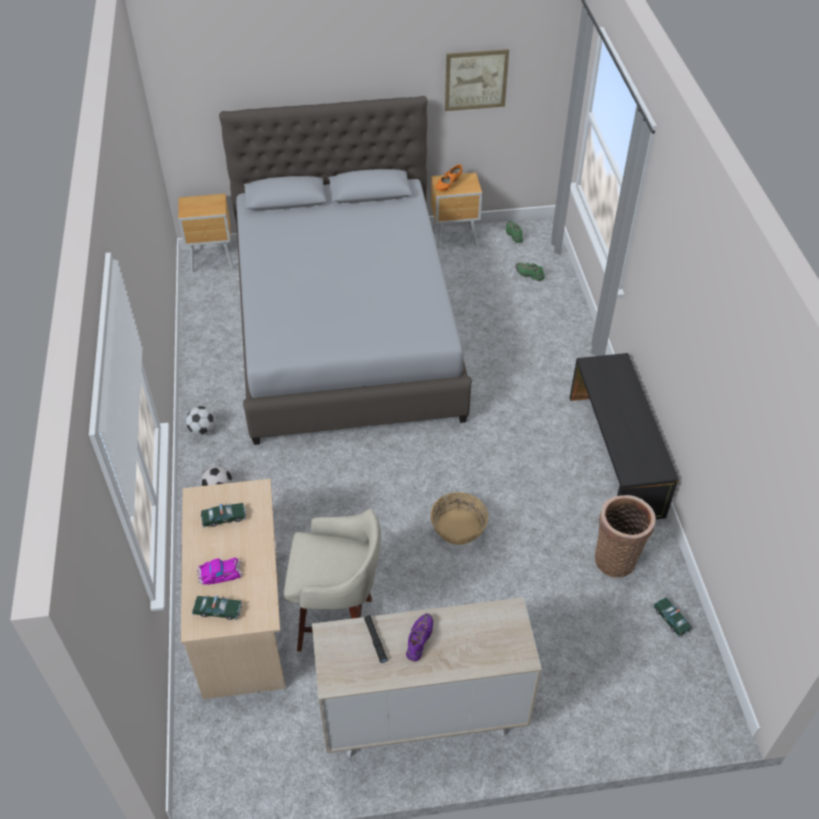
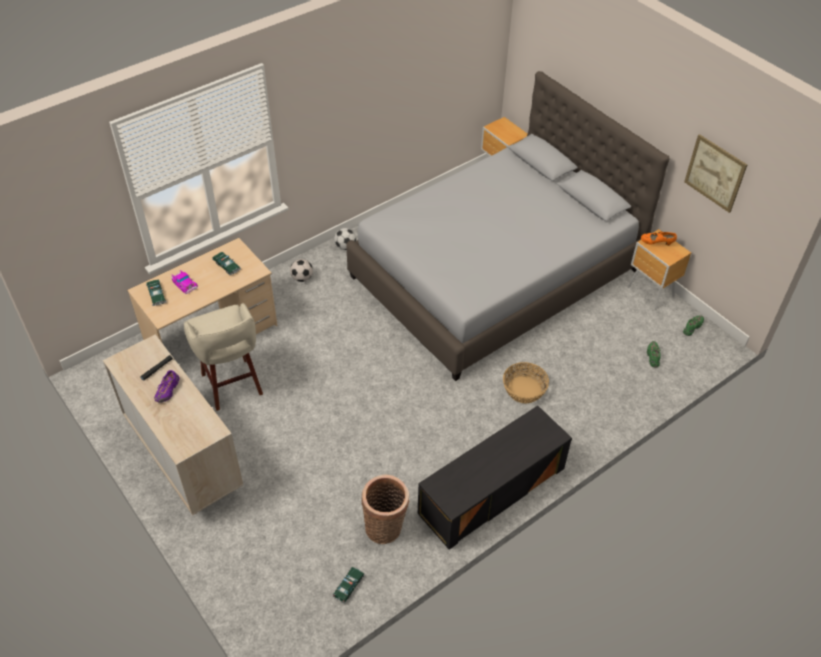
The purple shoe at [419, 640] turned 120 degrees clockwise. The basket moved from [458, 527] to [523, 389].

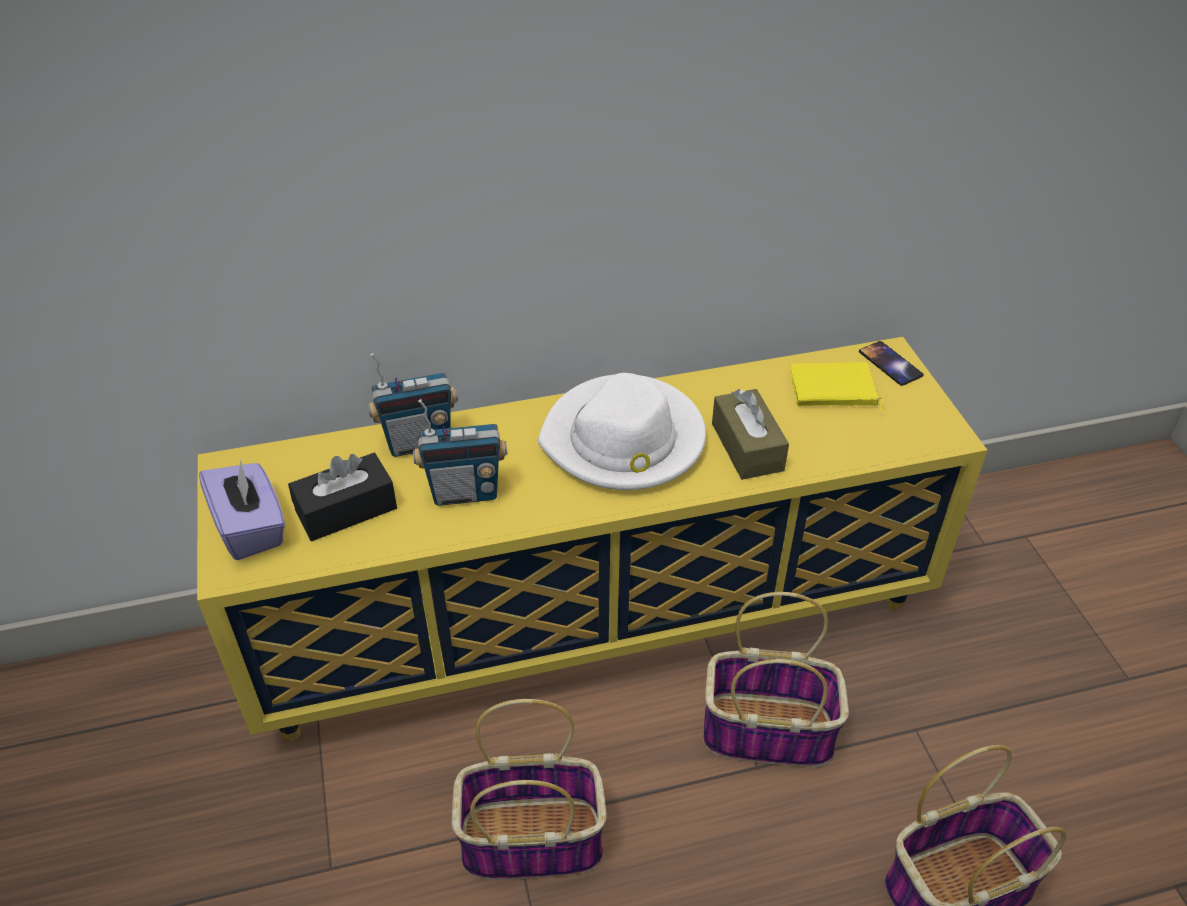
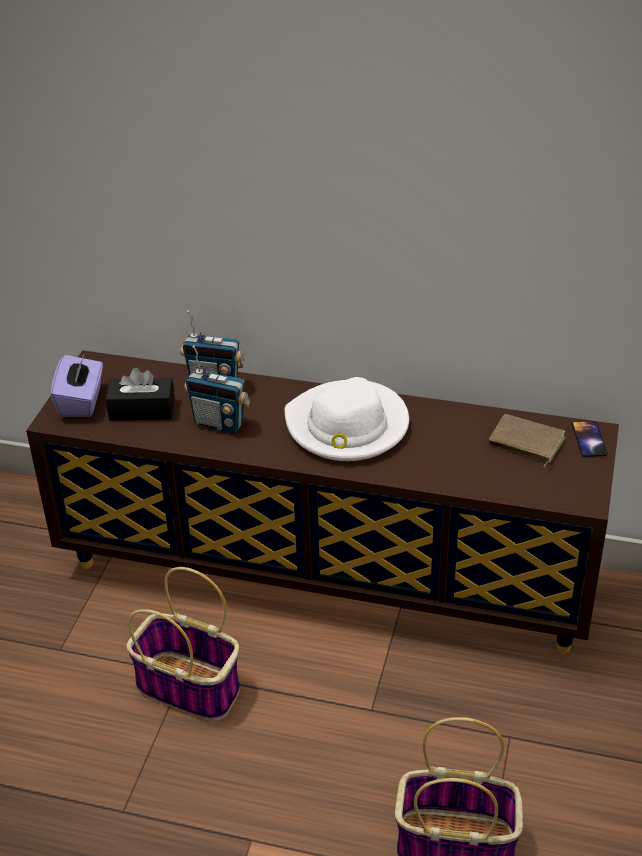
The yellow tv stand at [596, 621] became the brown tv stand at [328, 574]. The basket at [769, 731] disappeared. The brown tissue box at [747, 447] disappeared. The yellow book at [832, 391] became the brown book at [525, 443].

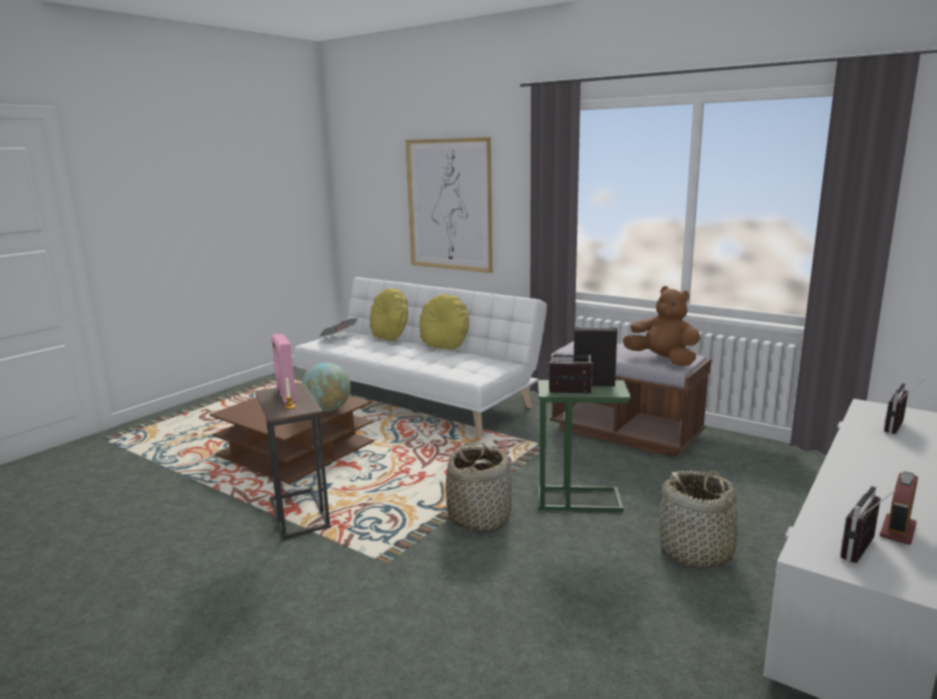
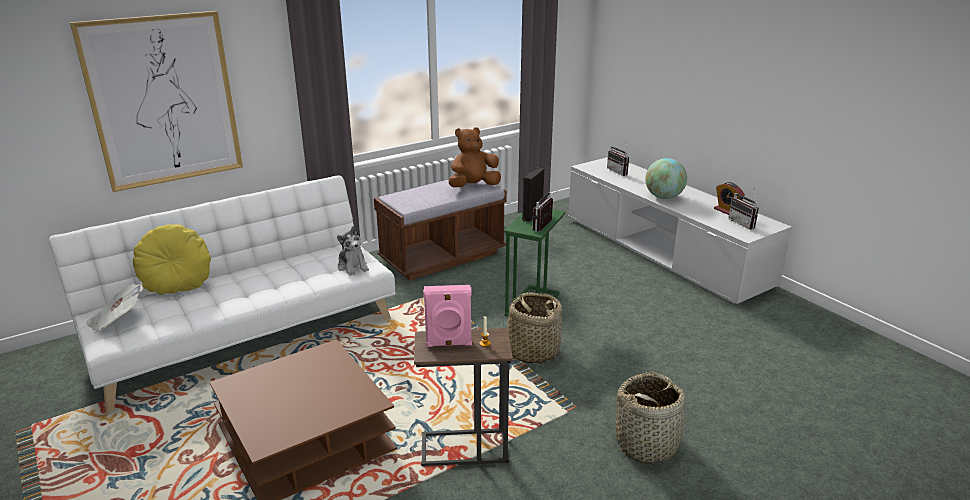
The globe moved from [328, 409] to [663, 197]. The yellow pillow at [444, 347] disappeared. The basket moved from [696, 552] to [647, 444]. The plush toy at [353, 267] appeared.

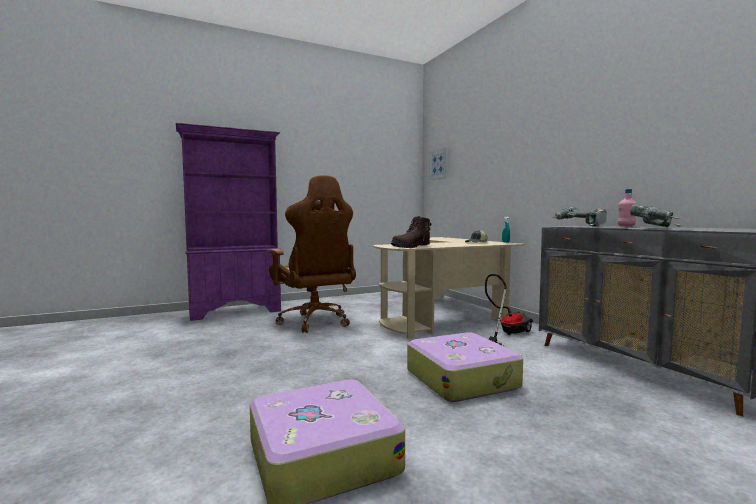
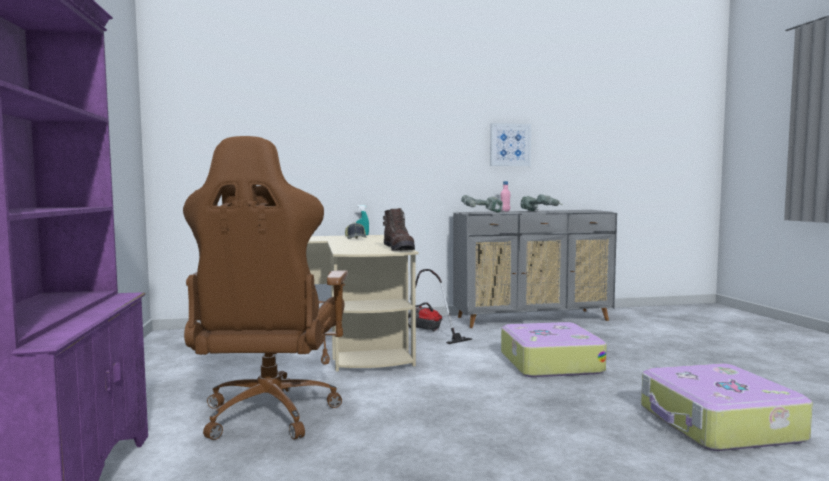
The brown office chair at [312, 321] turned 105 degrees clockwise. The picture moved from [439, 164] to [510, 145].

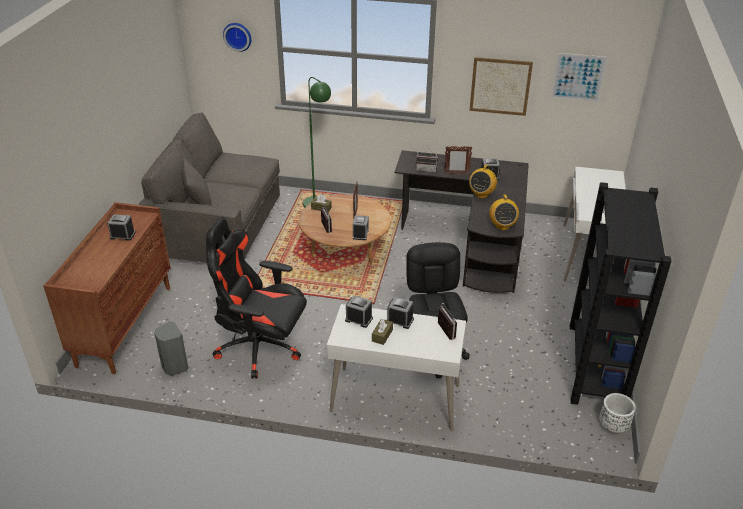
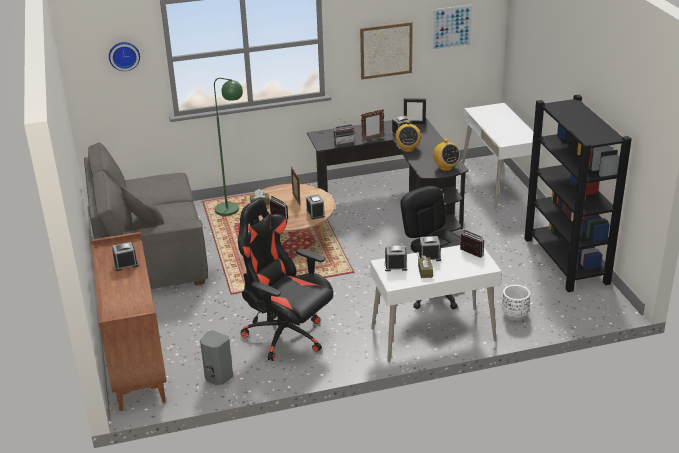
The black office chair at [264, 351] turned 45 degrees clockwise. The white planter moved from [613, 426] to [514, 315]. The picture frame at [414, 123] appeared.

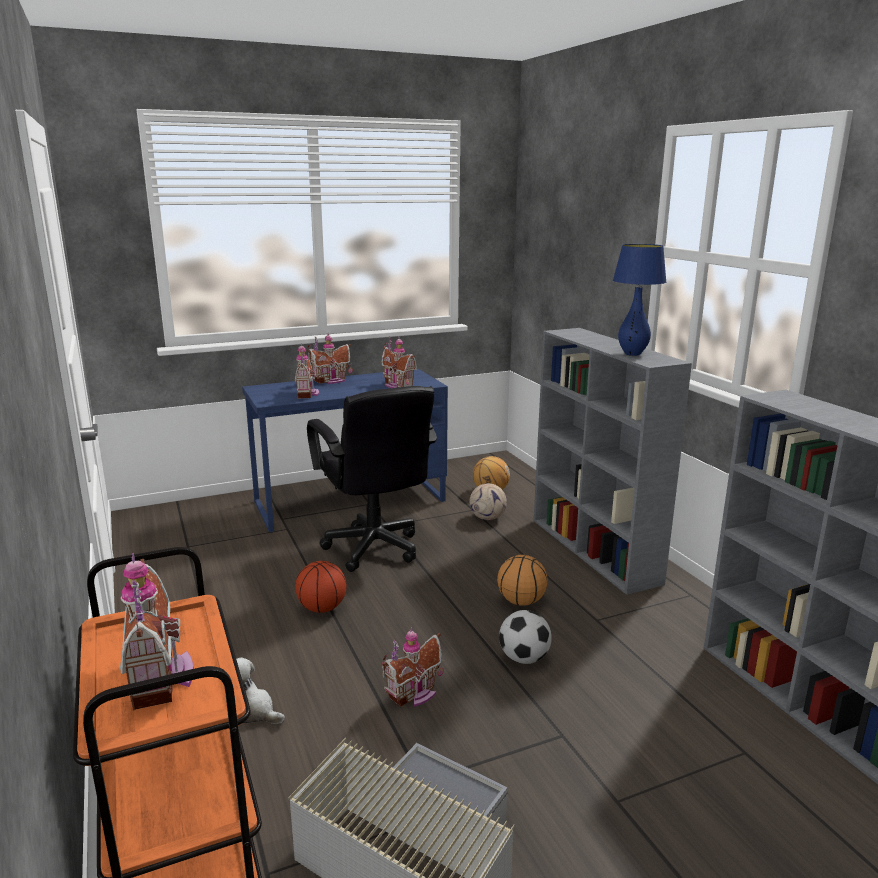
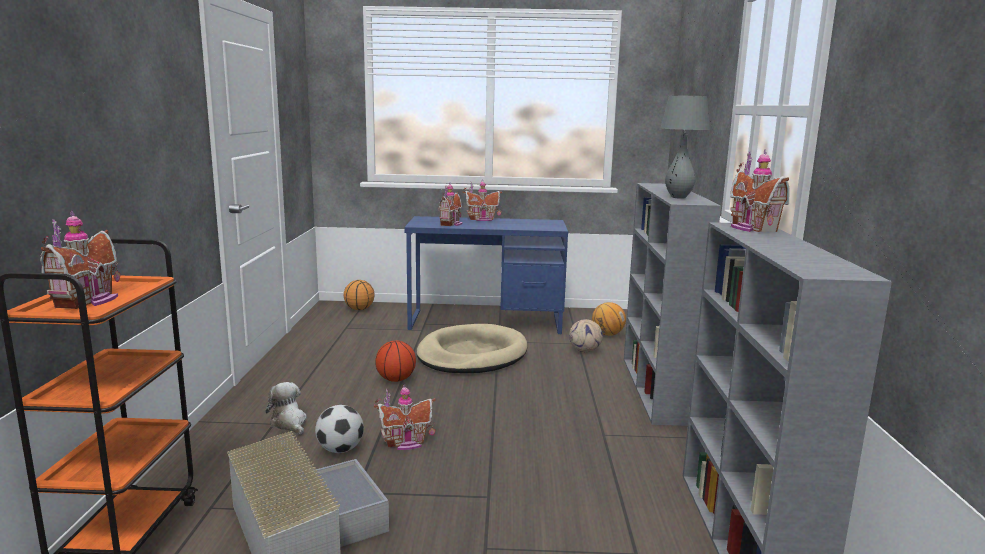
The black office chair at [376, 551] was replaced by the beige dog bed at [472, 354]. The toy house moved from [396, 385] to [750, 228]. The basketball moved from [521, 601] to [359, 309]. The football moved from [524, 658] to [340, 450]. The blue table lamp at [632, 354] became the grey table lamp at [678, 197].

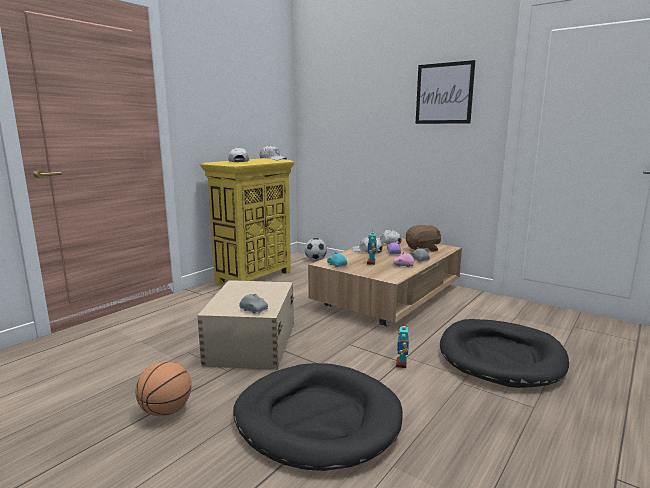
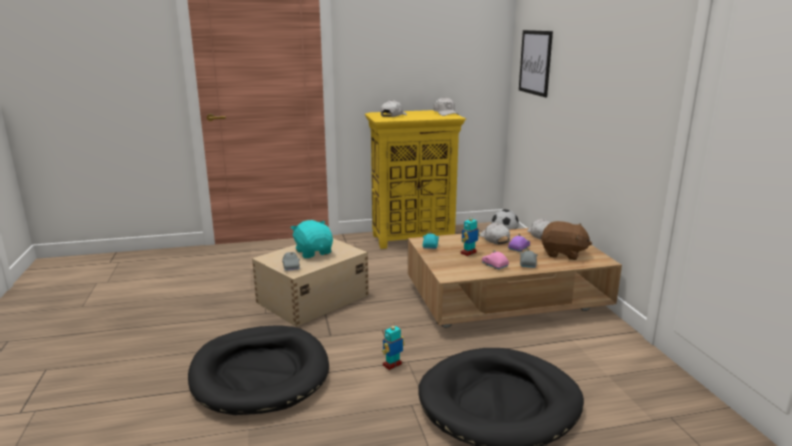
The basketball at [166, 411] disappeared. The picture moved from [444, 93] to [535, 62]. The turquoise plush toy at [314, 252] appeared.

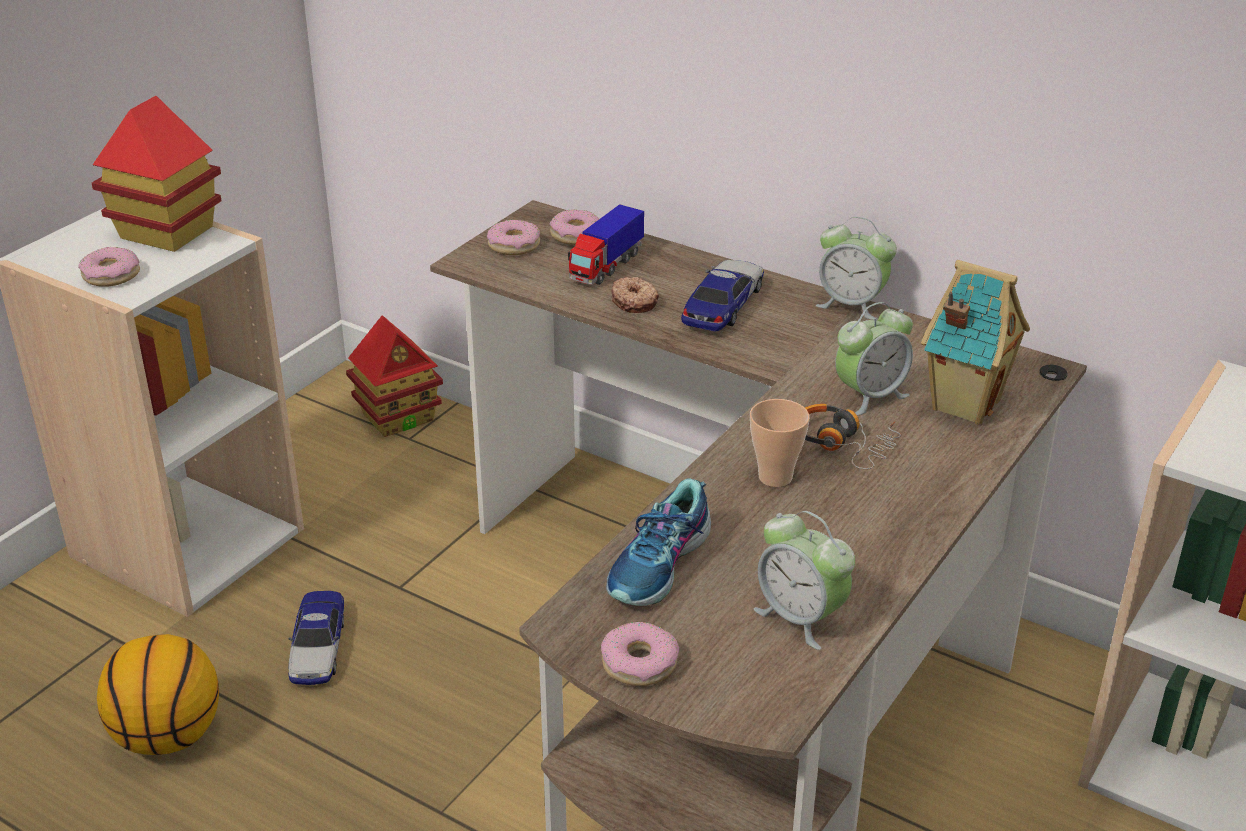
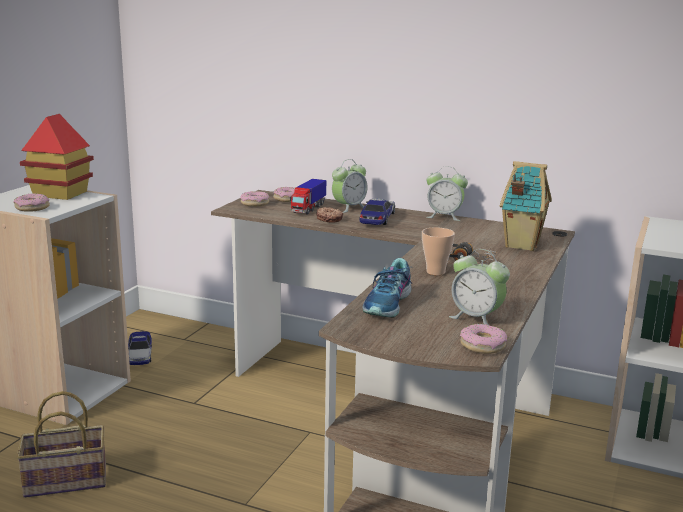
The basketball at [167, 736] was replaced by the basket at [63, 482]. The toy car moved from [318, 646] to [140, 354]. The toy house at [398, 417] disappeared. The donut moved from [639, 663] to [482, 345]. The alarm clock moved from [870, 396] to [349, 208].

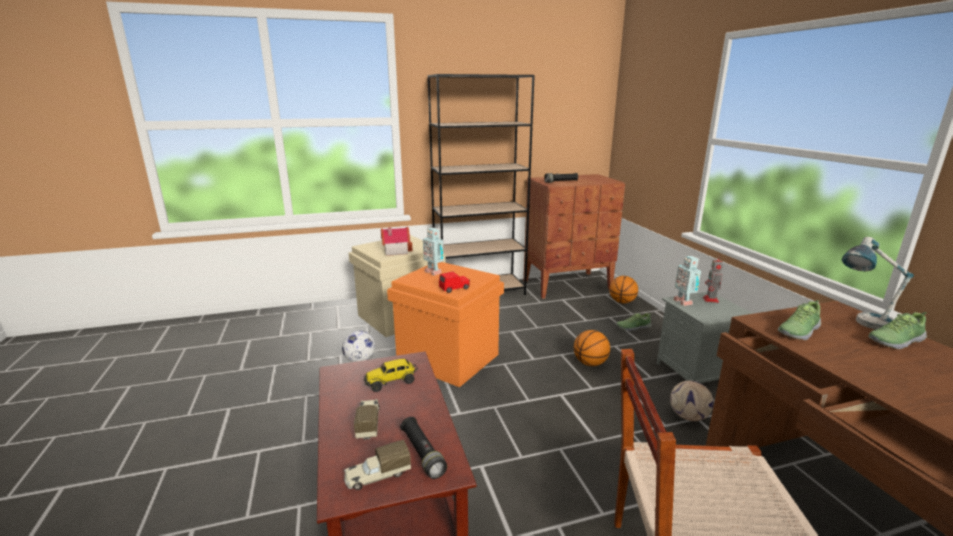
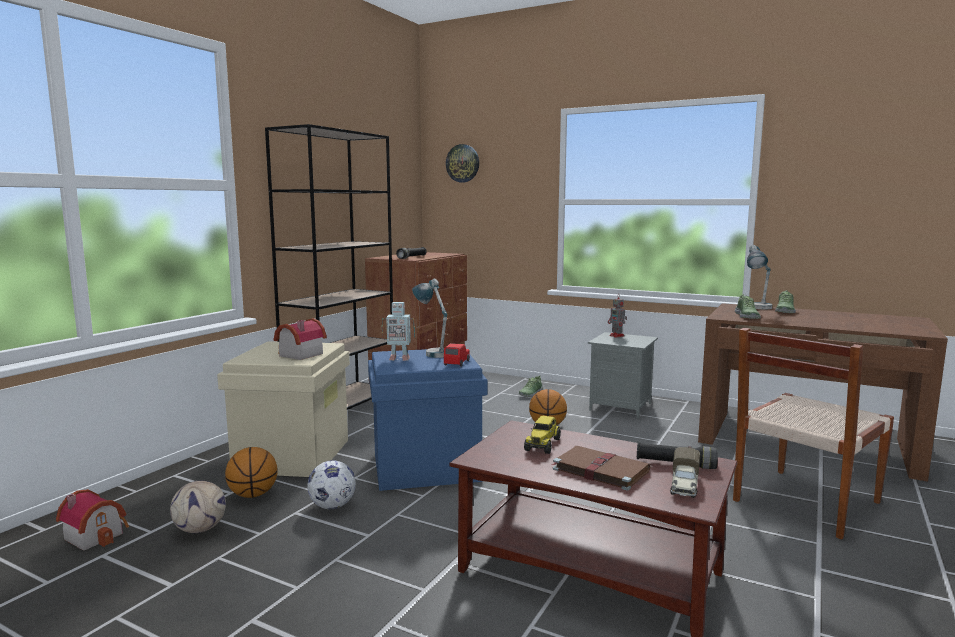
The toy truck at [368, 424] was replaced by the brown book at [599, 470]. The orange storage box at [447, 358] became the blue storage box at [424, 467]. The basketball moved from [622, 302] to [253, 495]. The football moved from [689, 417] to [201, 530]. The toy robot at [683, 302] disappeared. The toy house at [96, 534] appeared. The table lamp at [432, 352] appeared. The wall clock at [463, 163] appeared.

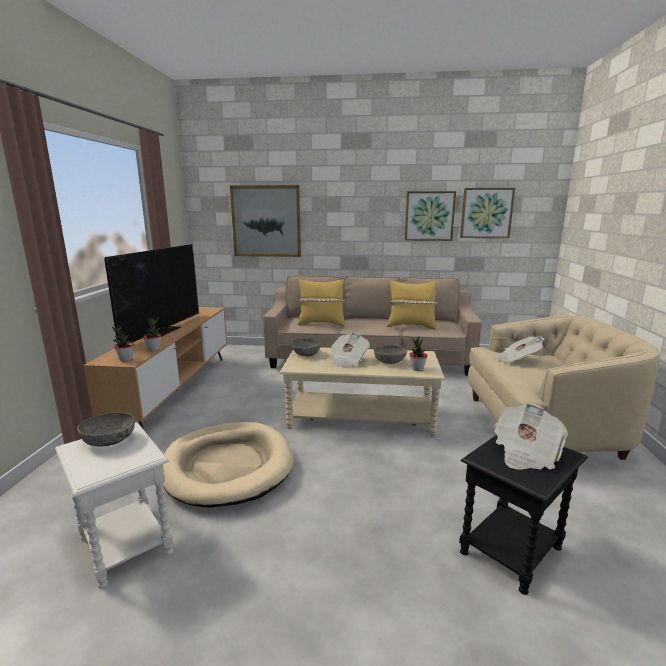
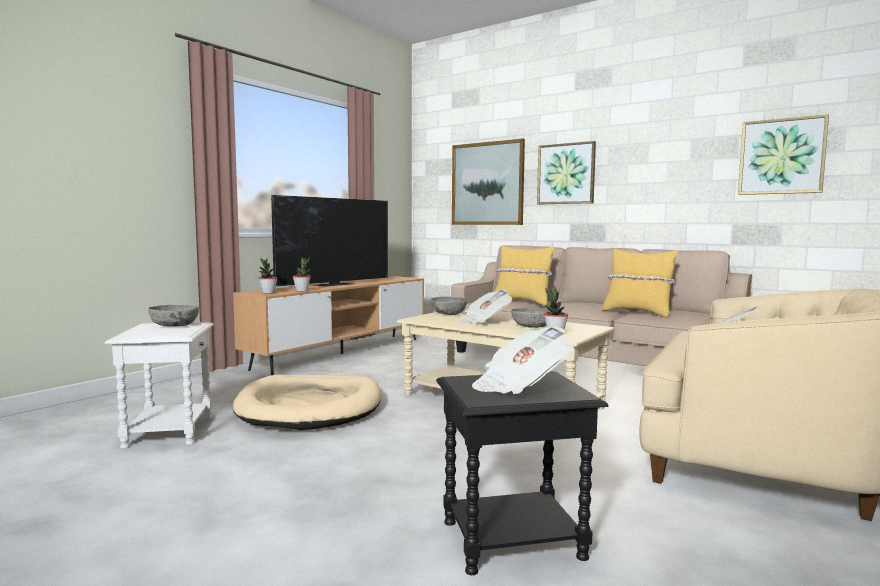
The picture moved from [429, 216] to [566, 174].

